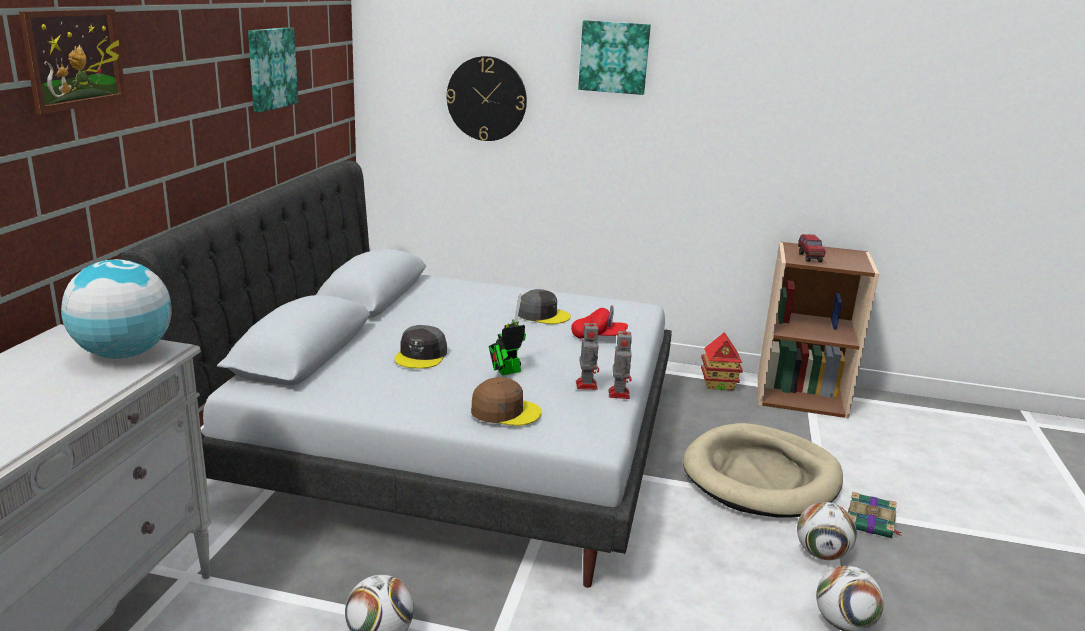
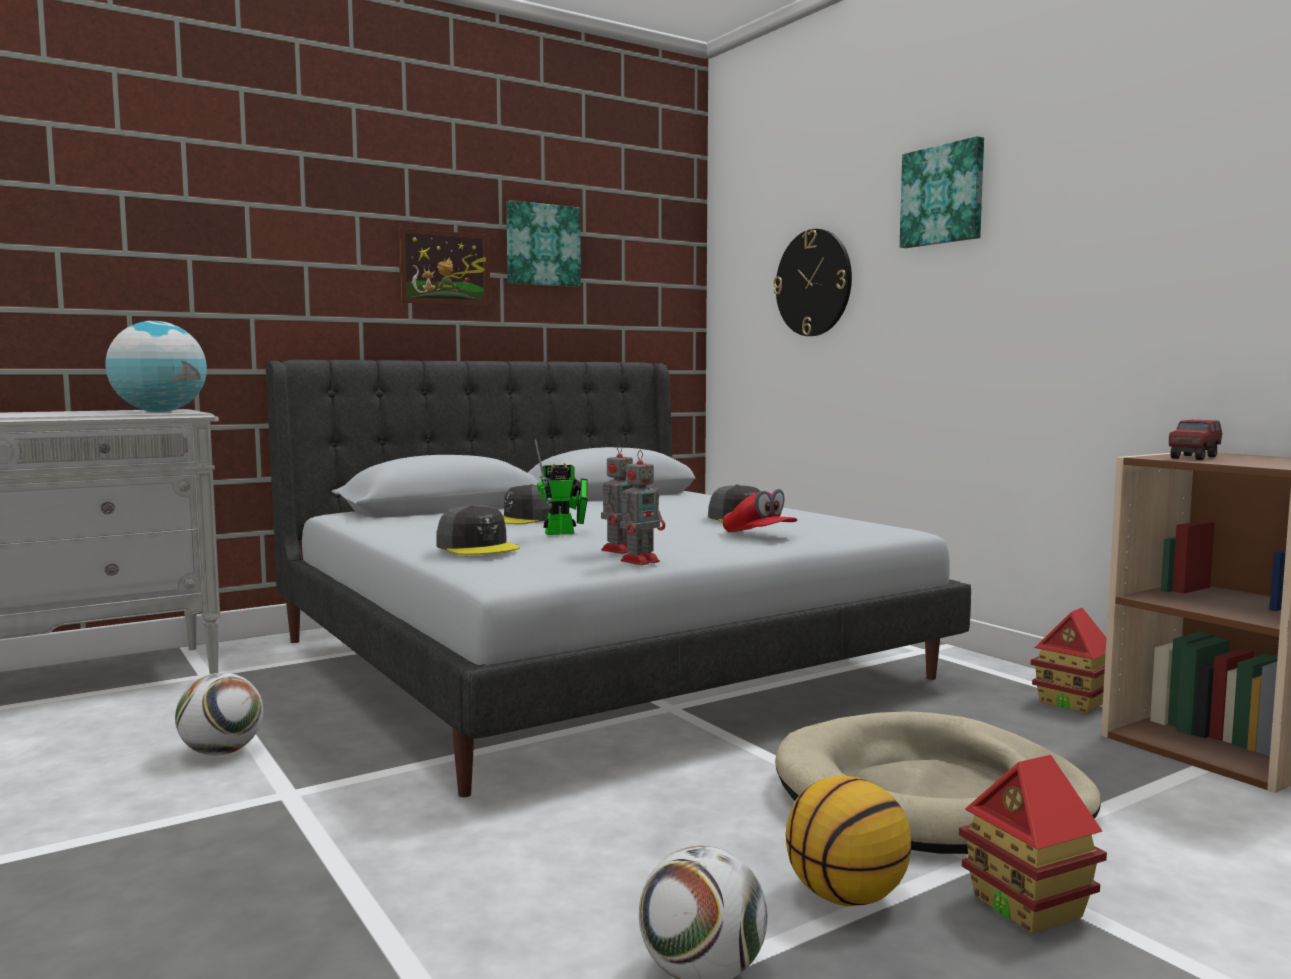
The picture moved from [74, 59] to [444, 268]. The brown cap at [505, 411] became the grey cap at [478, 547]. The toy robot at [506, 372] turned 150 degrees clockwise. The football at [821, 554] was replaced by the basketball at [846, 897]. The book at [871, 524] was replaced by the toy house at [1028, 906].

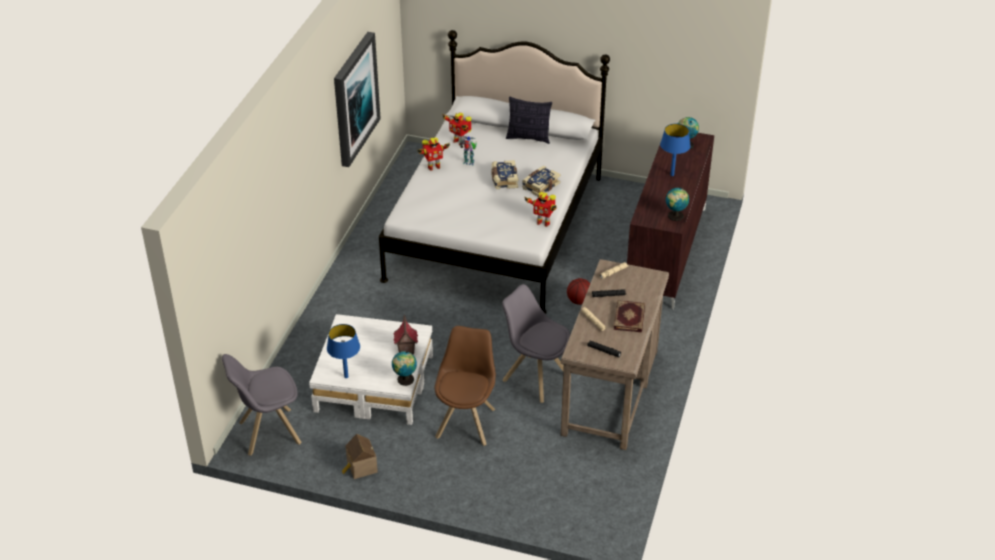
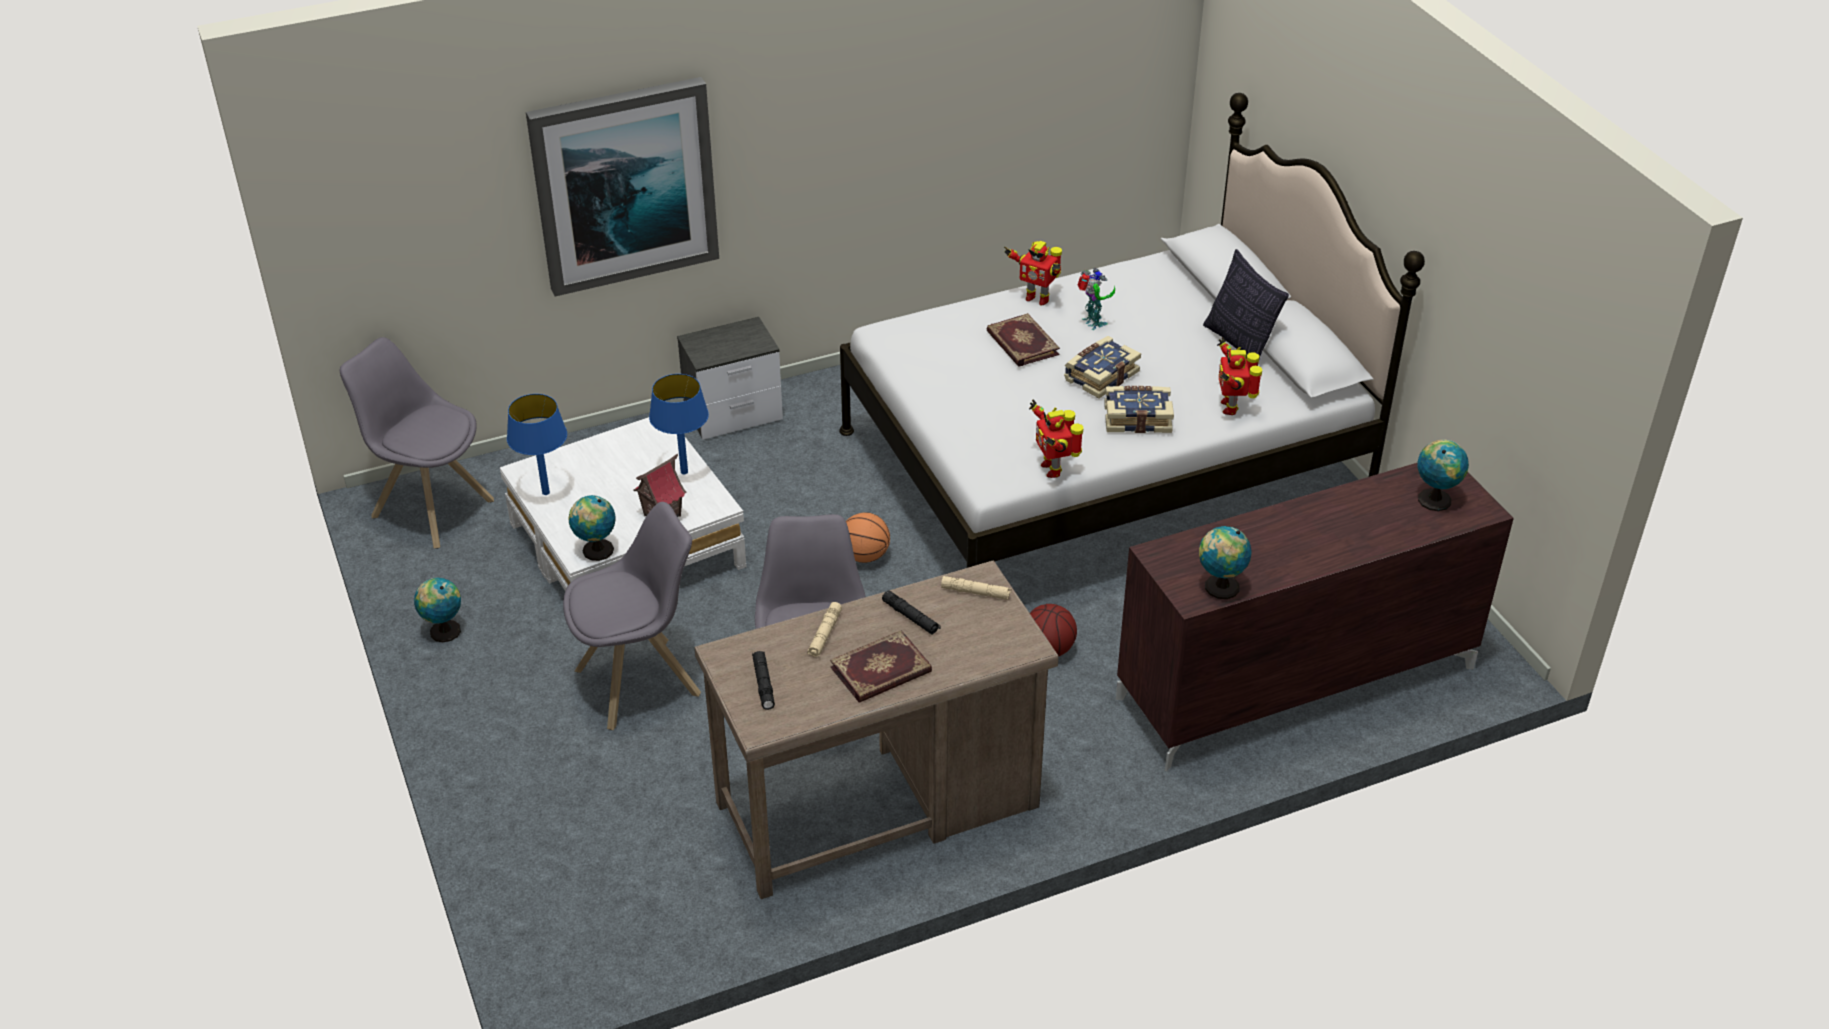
The picture moved from [354, 98] to [624, 184]. The toy house at [360, 468] was replaced by the globe at [443, 631]. The brown chair at [466, 423] became the grey chair at [639, 683]. The toy robot moved from [459, 141] to [1231, 406]. The blue table lamp moved from [672, 175] to [684, 471]. The nightstand at [735, 414] appeared. The basketball at [865, 556] appeared. The book at [1021, 343] appeared.

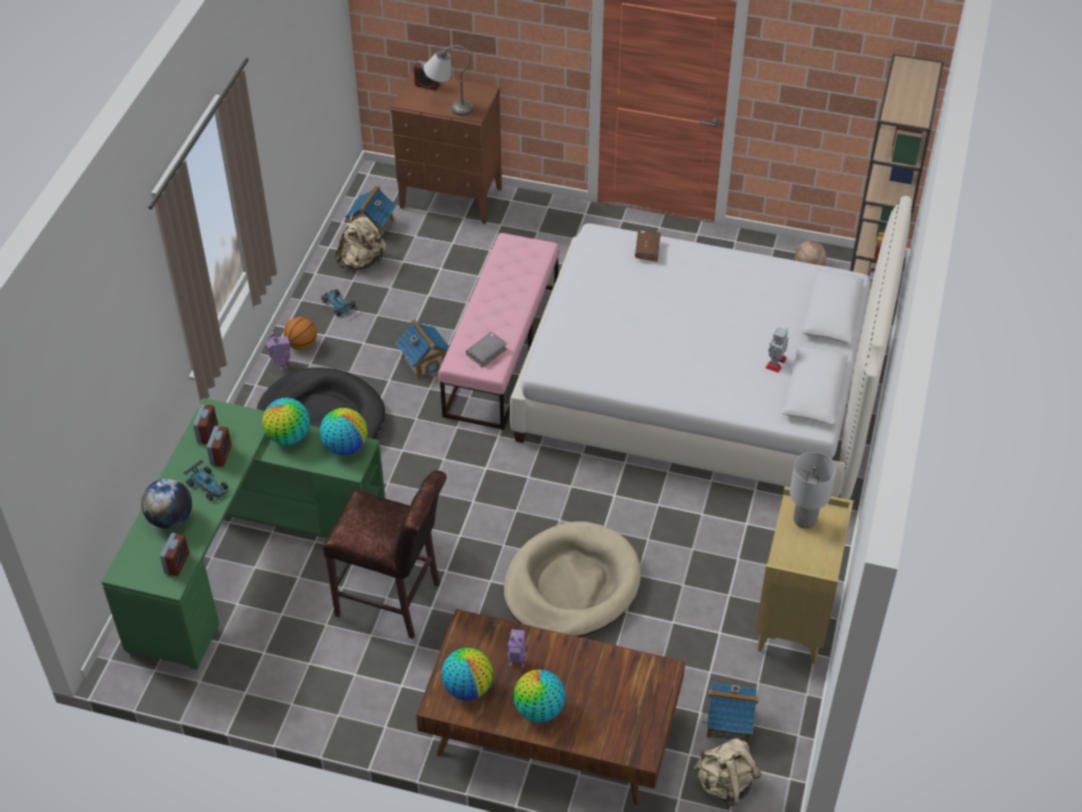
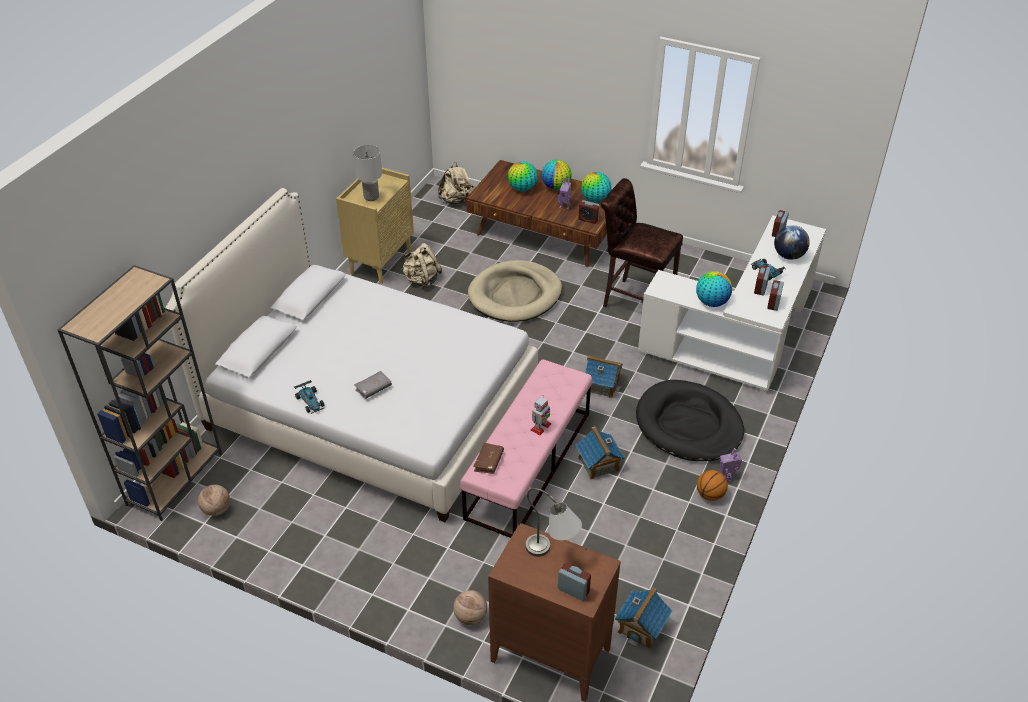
The green desk at [242, 554] became the white desk at [741, 338]. The globe moved from [345, 446] to [522, 189]. The toy car moved from [338, 305] to [310, 401]. The beige backpack moved from [362, 261] to [422, 280]. The grey book moved from [486, 353] to [373, 388]. The brown book moved from [647, 249] to [488, 462]. The toy house moved from [729, 722] to [601, 385]. The toy robot moved from [776, 362] to [540, 427]. The basketball at [470, 617] appeared. The alarm clock at [588, 219] appeared.

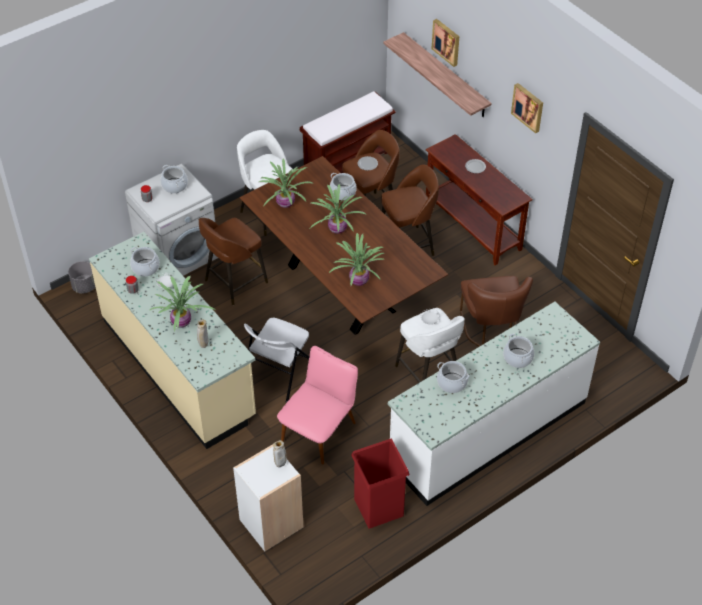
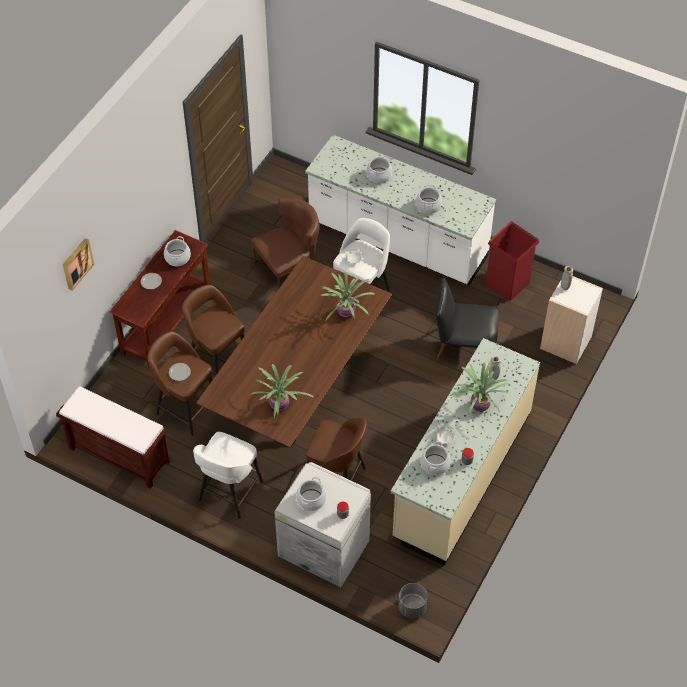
The white chair at [279, 373] disappeared. The pink chair at [318, 432] became the black chair at [464, 346]. The potted plant at [336, 229] disappeared. The cooking pot moved from [343, 193] to [177, 258]. The shelf at [445, 76] disappeared. The picture at [528, 107] disappeared.

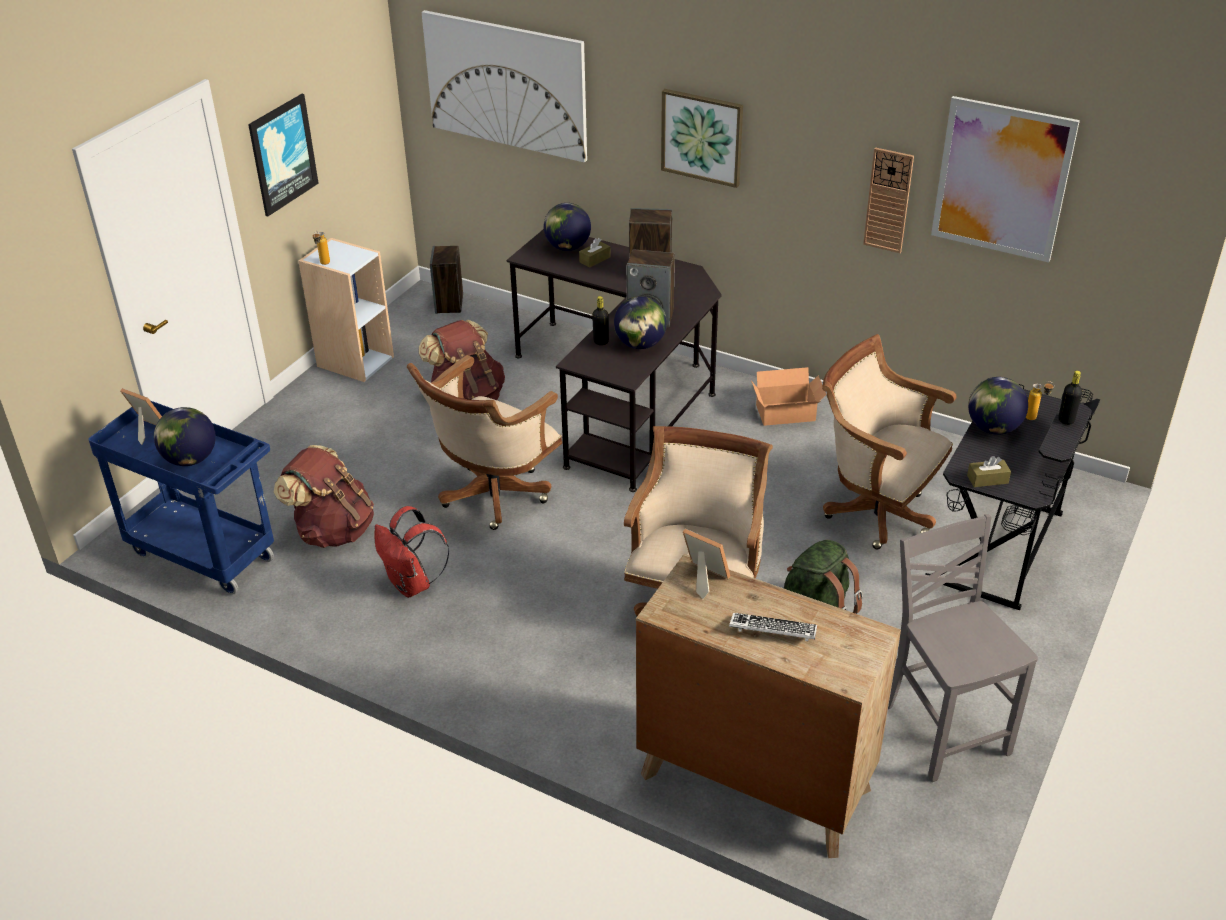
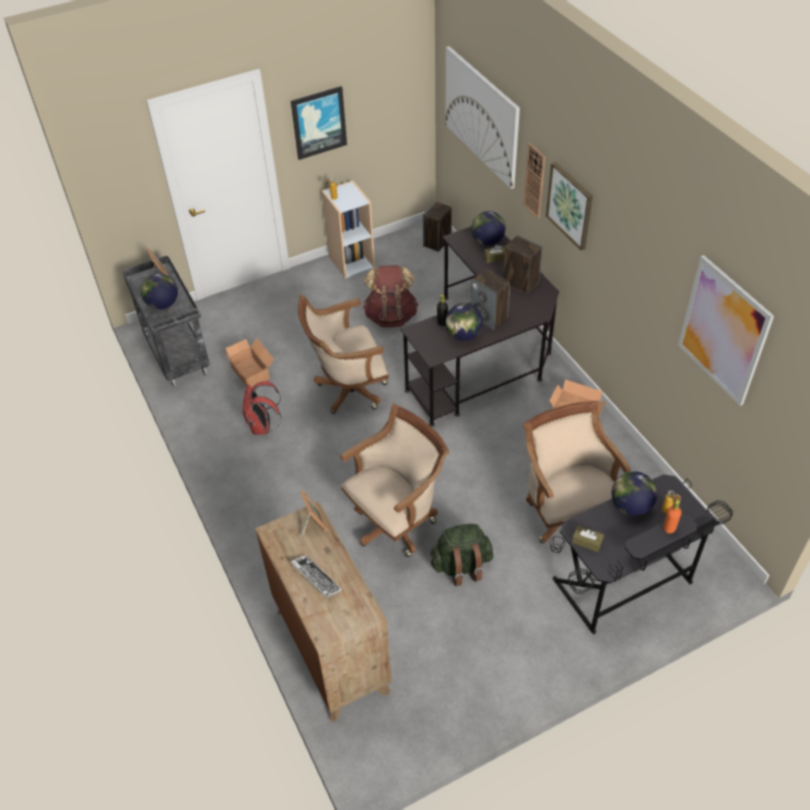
The blue cart at [209, 560] became the grey cart at [179, 359]. The brown backpack at [333, 530] was replaced by the cardboard box at [251, 371]. The wall clock moved from [888, 200] to [535, 181]. The grey chair at [943, 728] disappeared. The black bottle at [1066, 420] became the orange bottle at [669, 528].

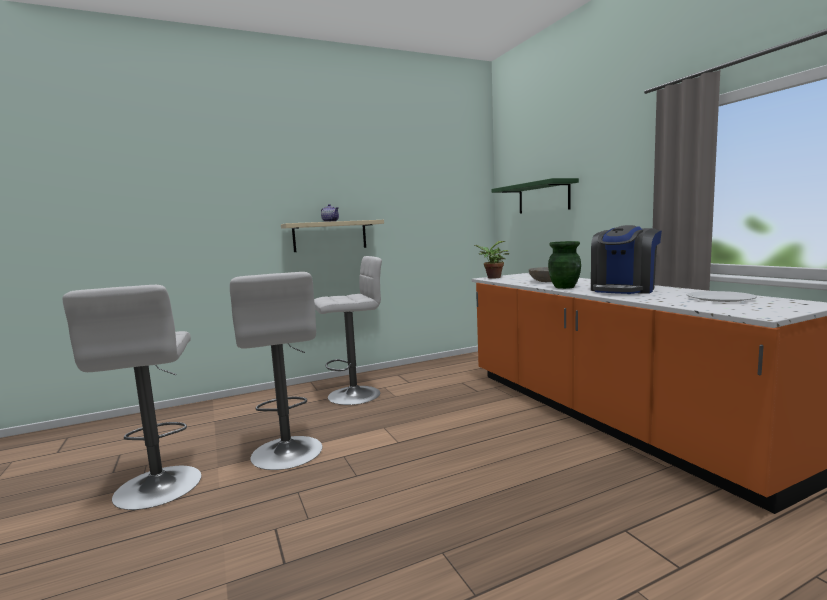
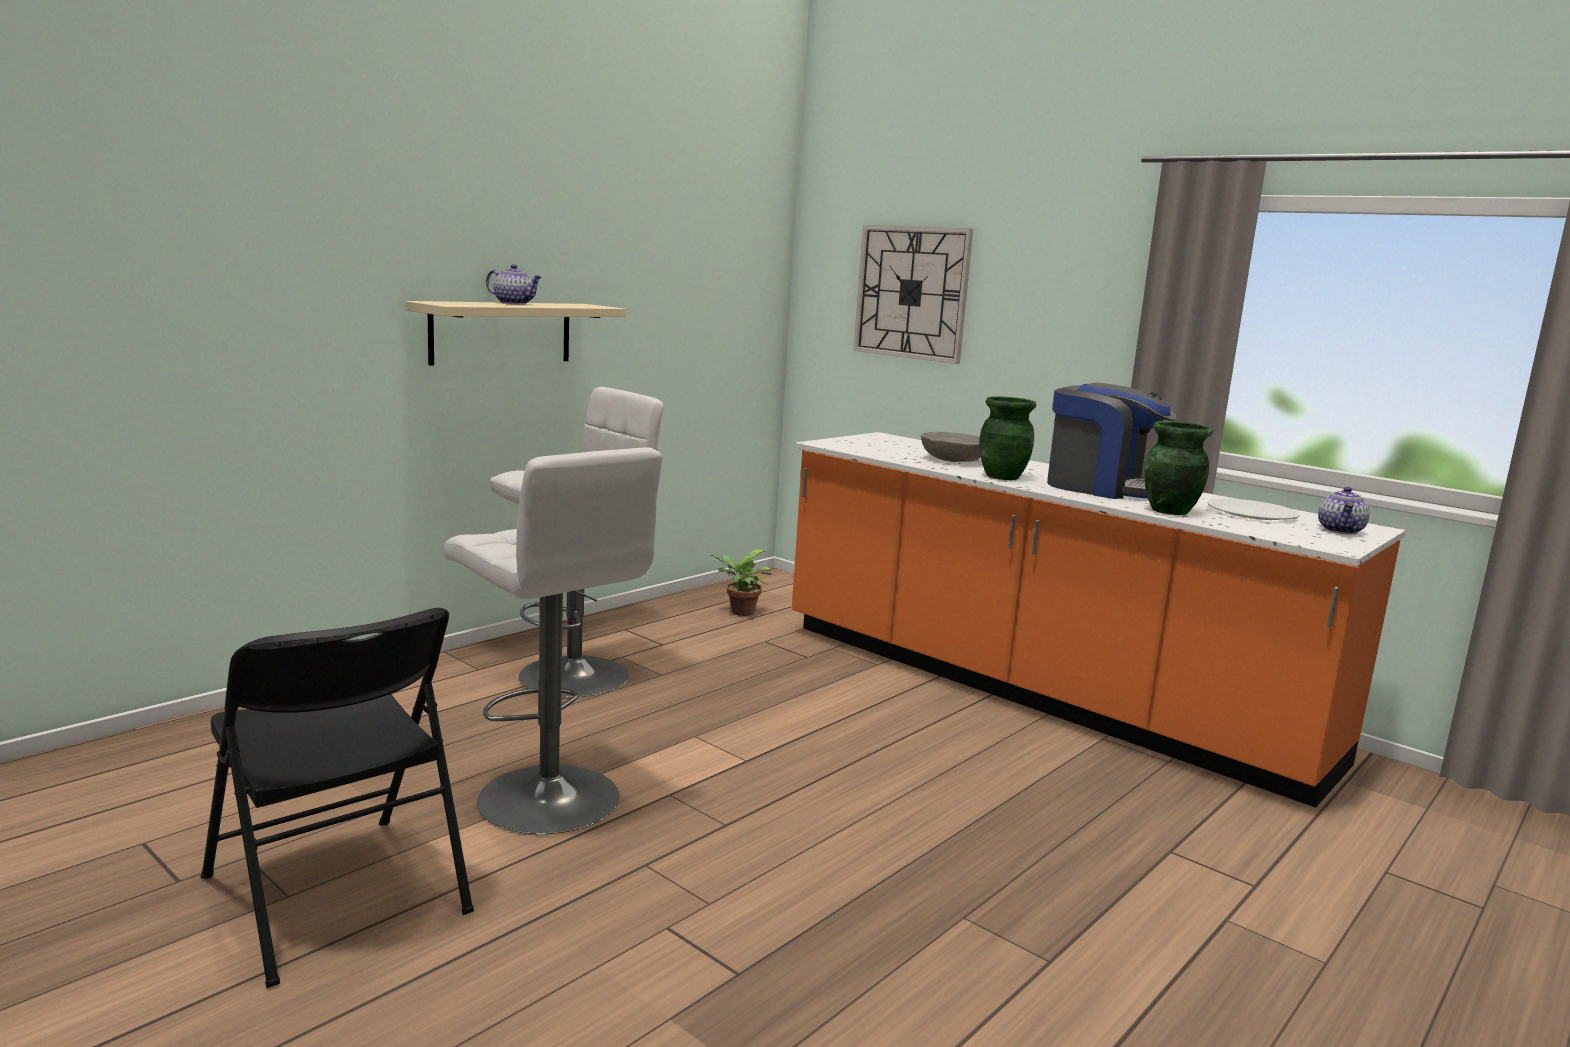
The white stool at [157, 487] was replaced by the black chair at [334, 895]. The potted plant moved from [492, 277] to [739, 612]. The green shelf at [543, 197] was replaced by the wall clock at [912, 292]. The coffee machine at [623, 290] turned 75 degrees counterclockwise. The green vase at [1170, 511] appeared. The teapot at [1341, 531] appeared.

